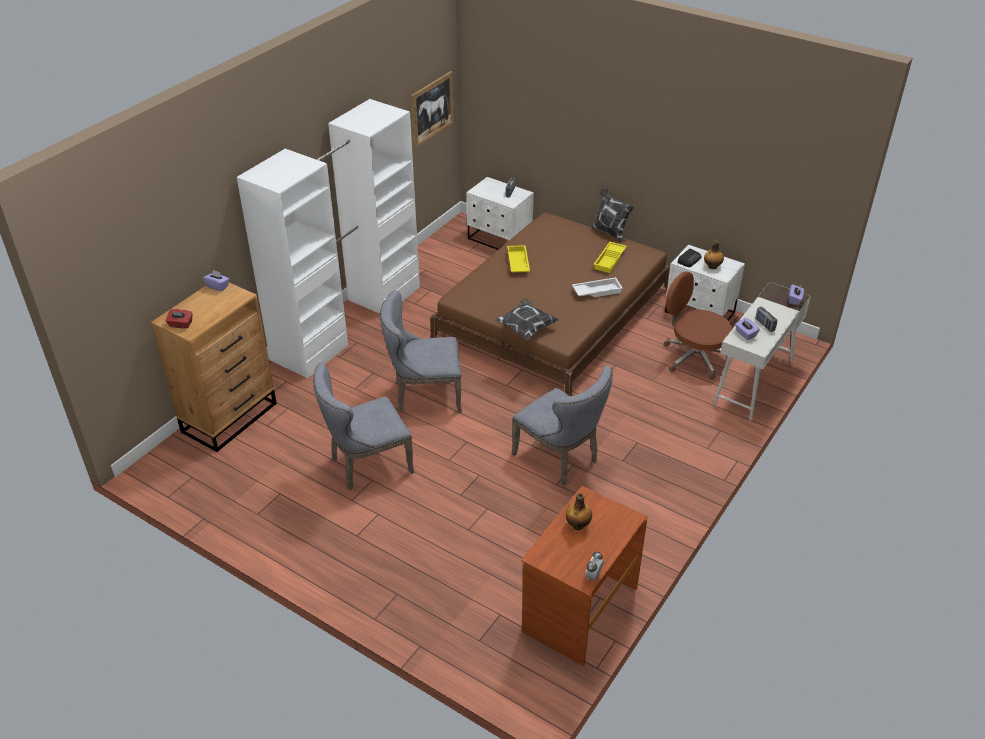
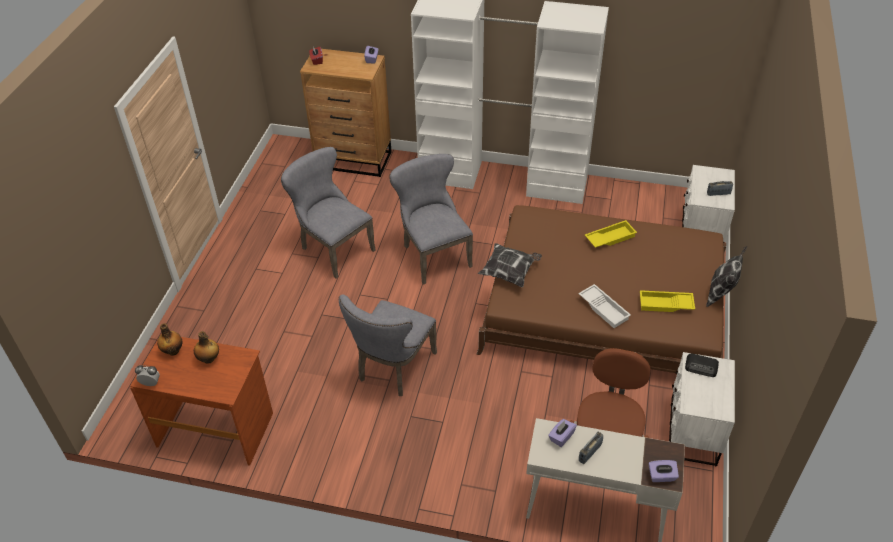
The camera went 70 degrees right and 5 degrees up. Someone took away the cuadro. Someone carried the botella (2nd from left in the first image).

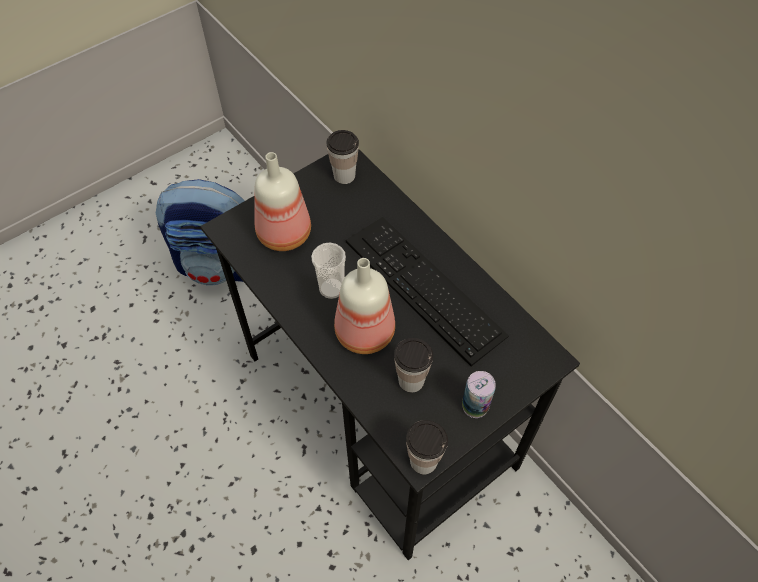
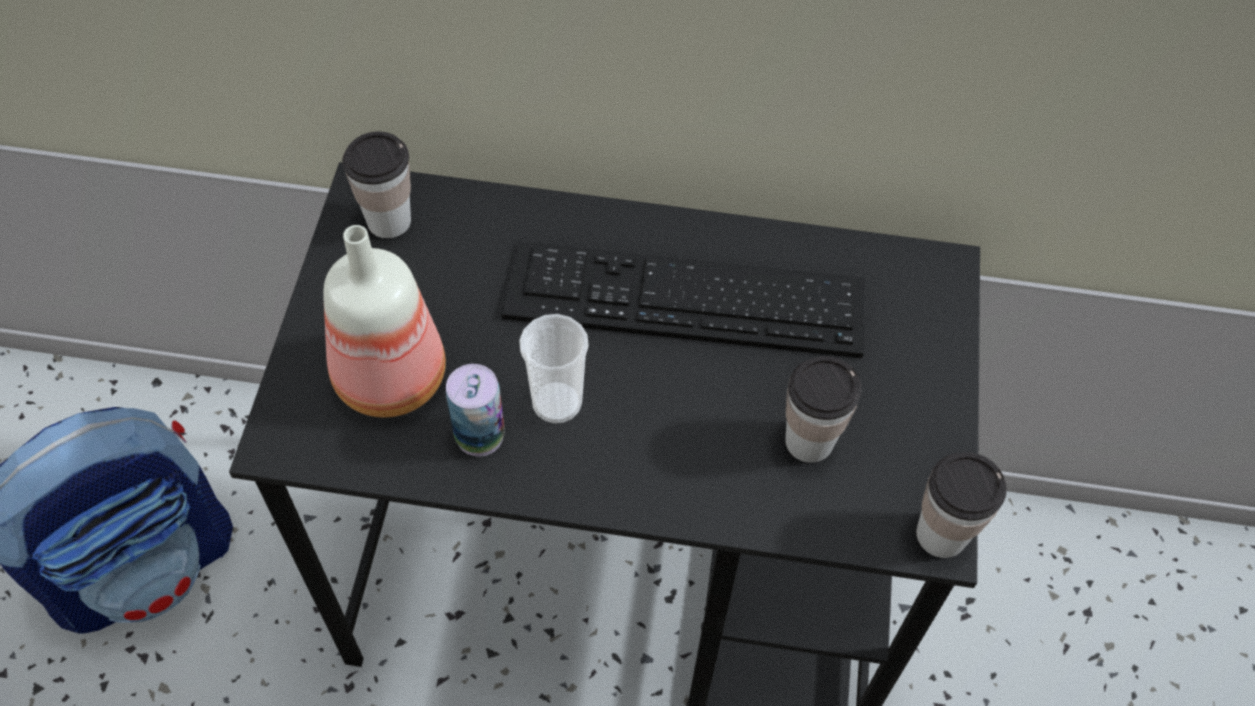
The camera went 45 degrees left and 0 degrees up. Someone took away the botella (2nd from left). Someone carried the lata.

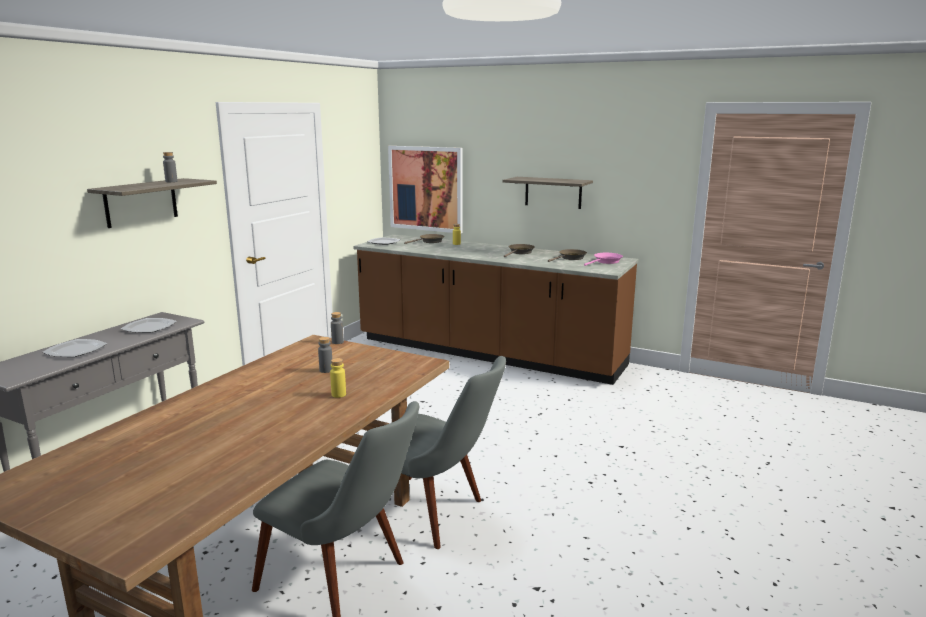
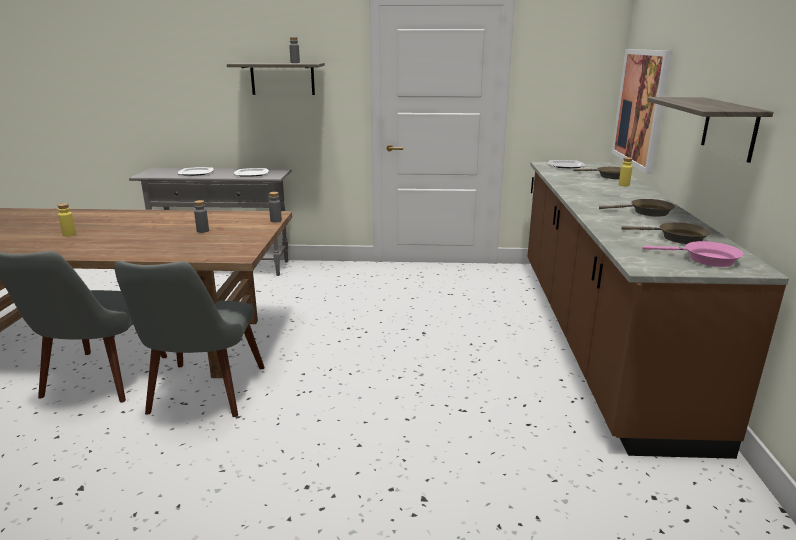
The camera went 65 degrees right and 5 degrees up. Someone carried the botella (amarillo) (1st from left).

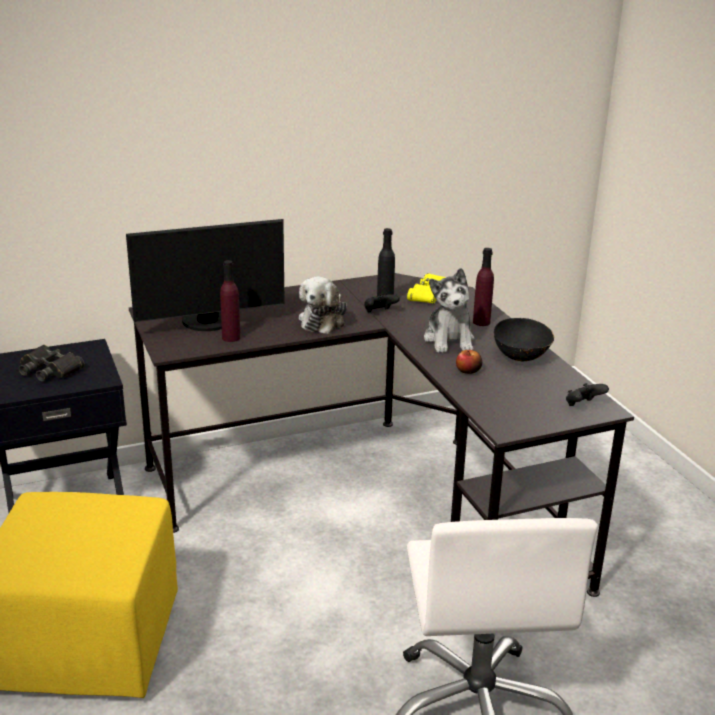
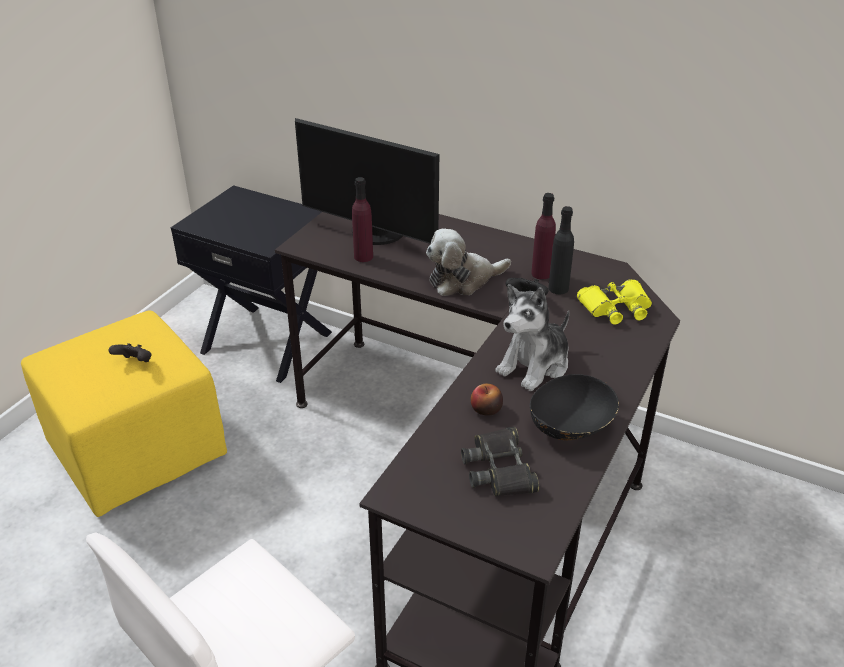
The camera went 50 degrees right and 10 degrees up. Someone carried the prismáticos (negro). Someone carried the botella (morado) (2nd from left). Someone carried the mando de consola (negro) (2nd from left in the first image).

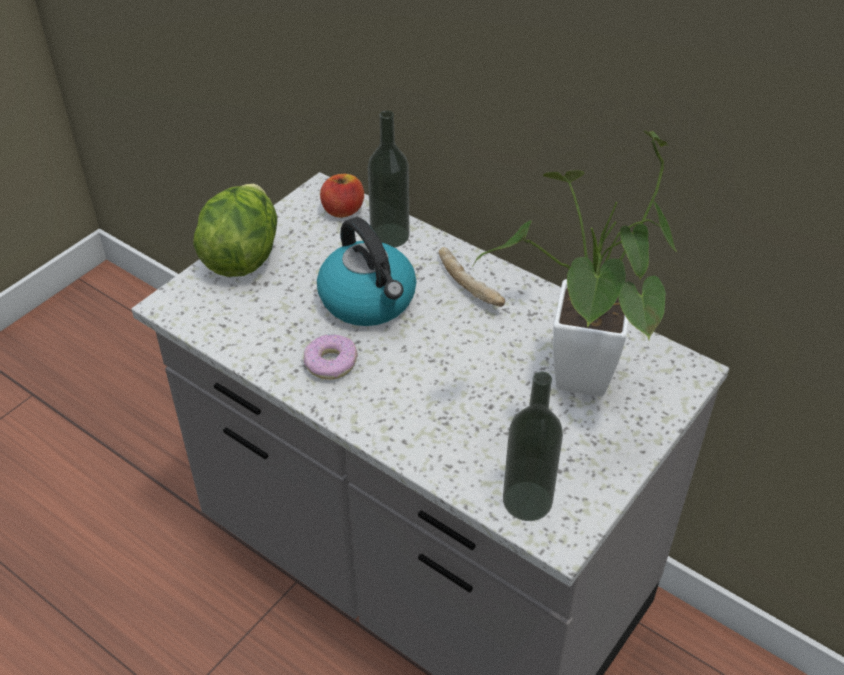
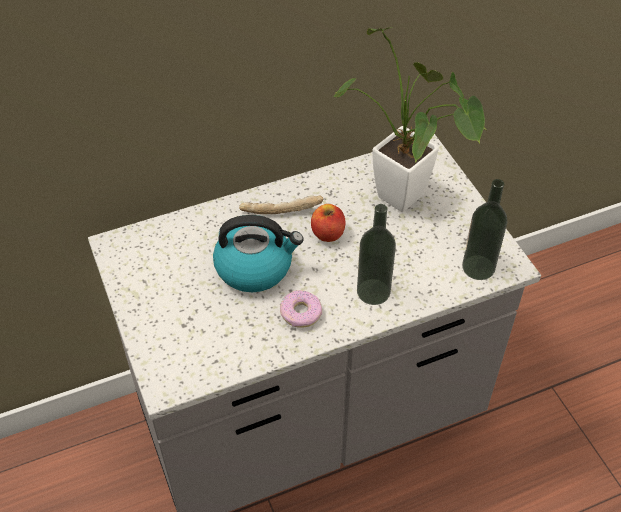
The camera went 60 degrees left and 5 degrees up. Someone took away the lechuga. Someone carried the manzana. Someone carried the botella (1st from left).

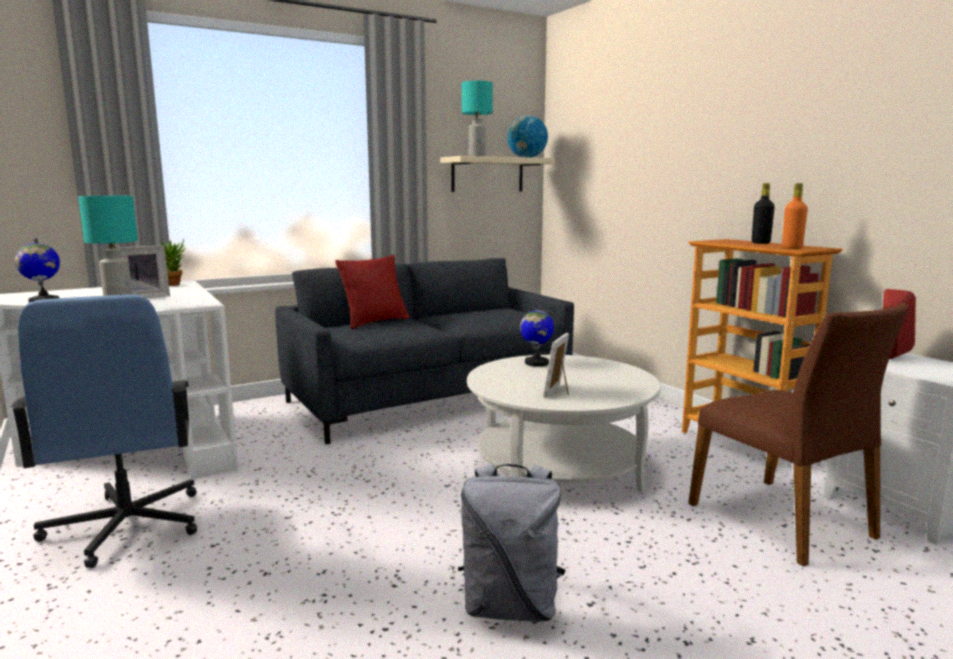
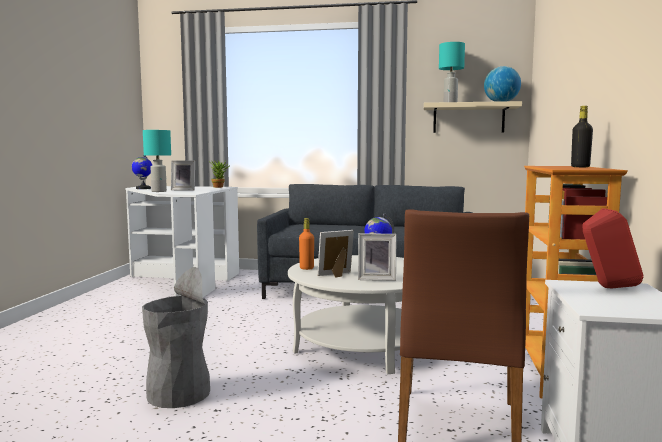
The camera went 40 degrees right and 5 degrees down. Someone took away the silla de oficina (azul). Someone took away the cojín (rojo). Someone put down the portarretratos (3rd from left). Someone carried the botella (naranja). Someone swapped the mochila (gris) for the papelera (gris).

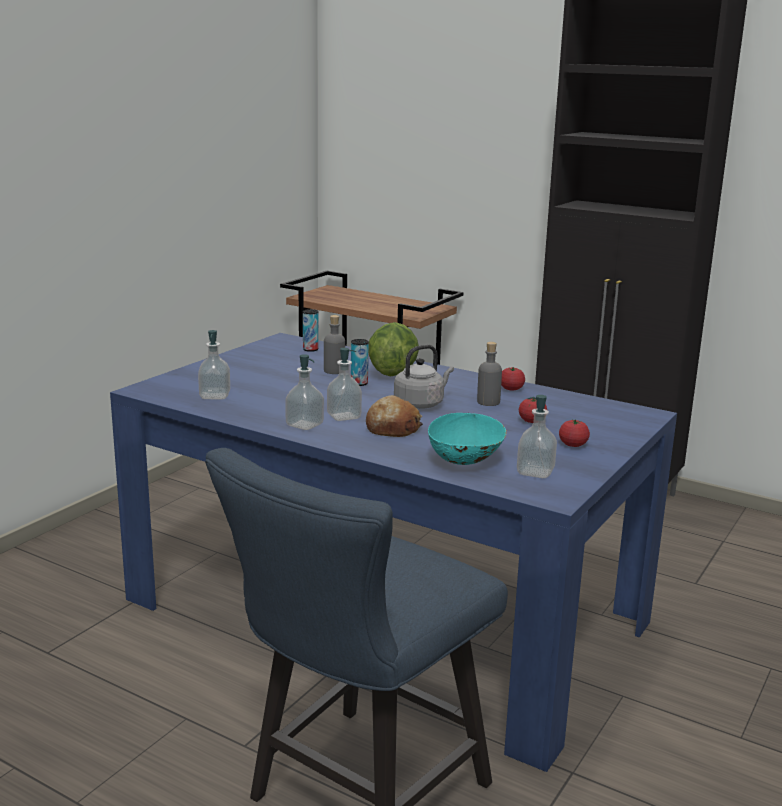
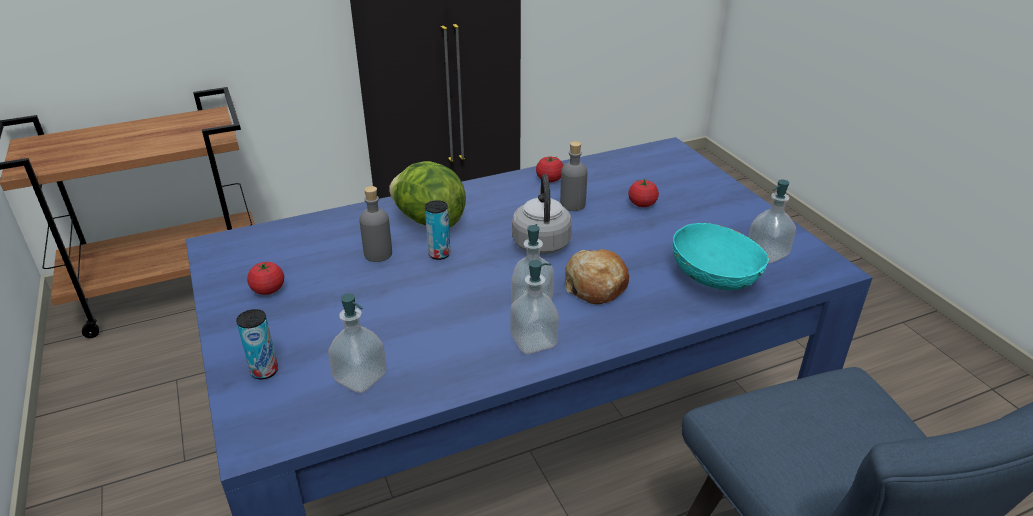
The camera went 55 degrees left and 15 degrees up. Someone carried the lata (1st from left). Someone carried the tomate (3rd from left in the first image).

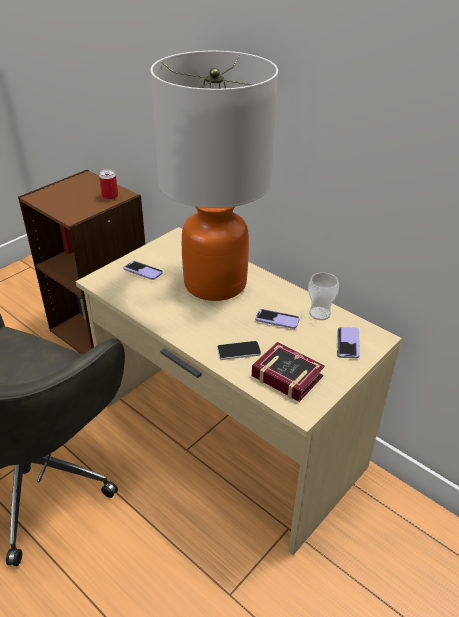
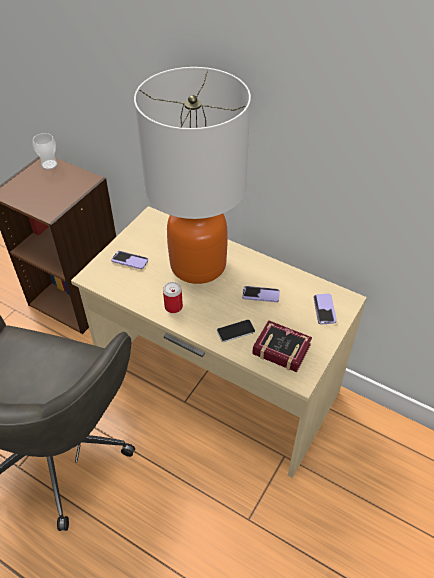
The camera went 10 degrees left and 10 degrees up. Someone carried the lata. Someone carried the taza.

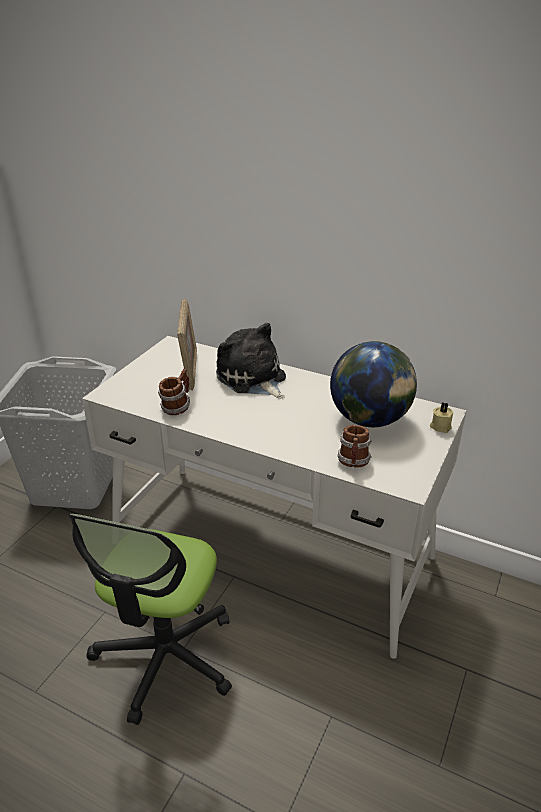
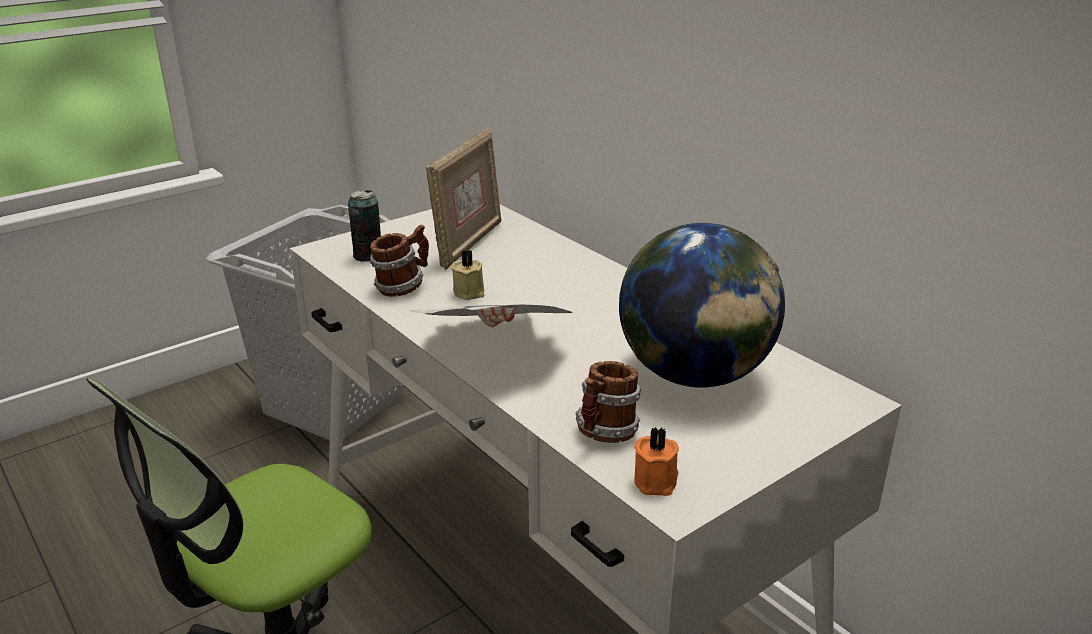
The camera went 25 degrees right and 5 degrees down. Someone took away the peluche. Someone put down the lata. Someone put down the periódico. Someone put down the vela (naranja). Someone carried the vela (beis).

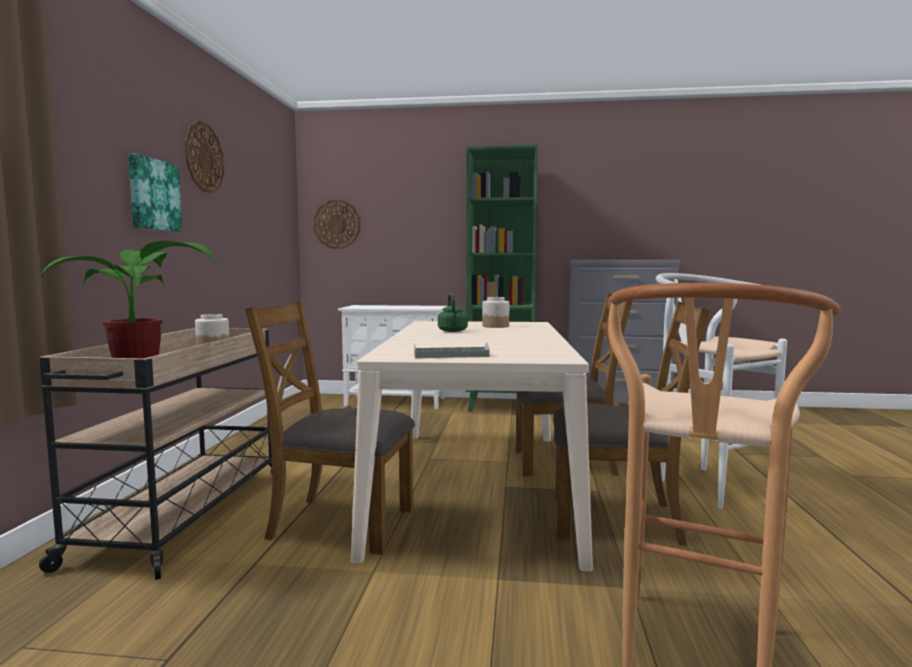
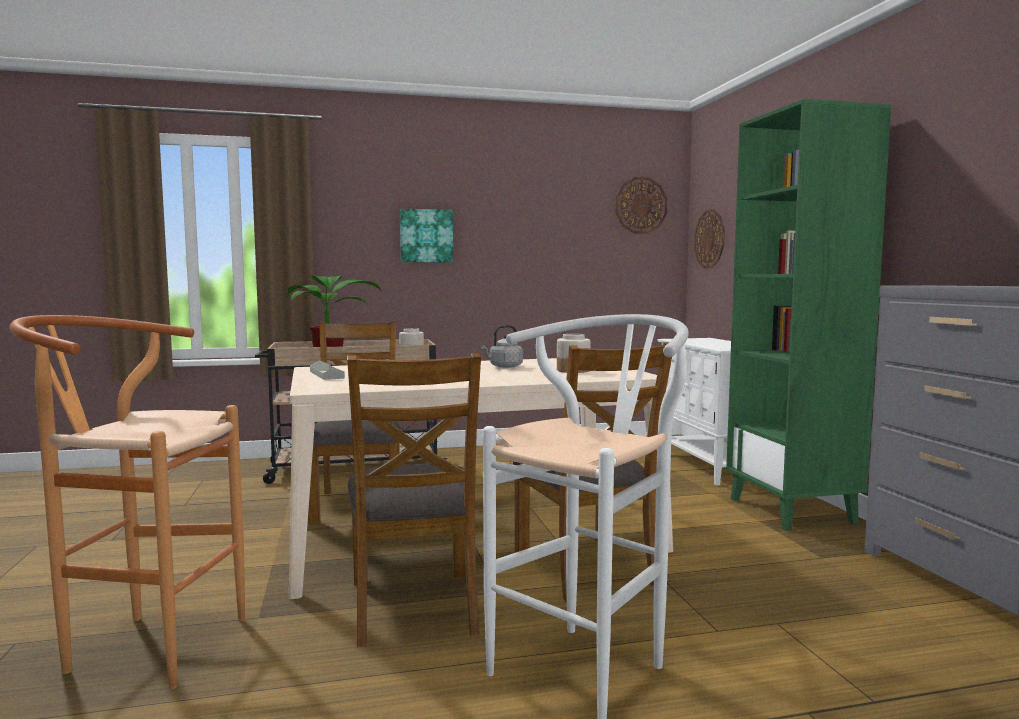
The camera went 70 degrees right and 0 degrees up. Someone carried the reloj de pared (1st from left). Someone repainted the hervidor (verde), which became the hervidor (gris).

